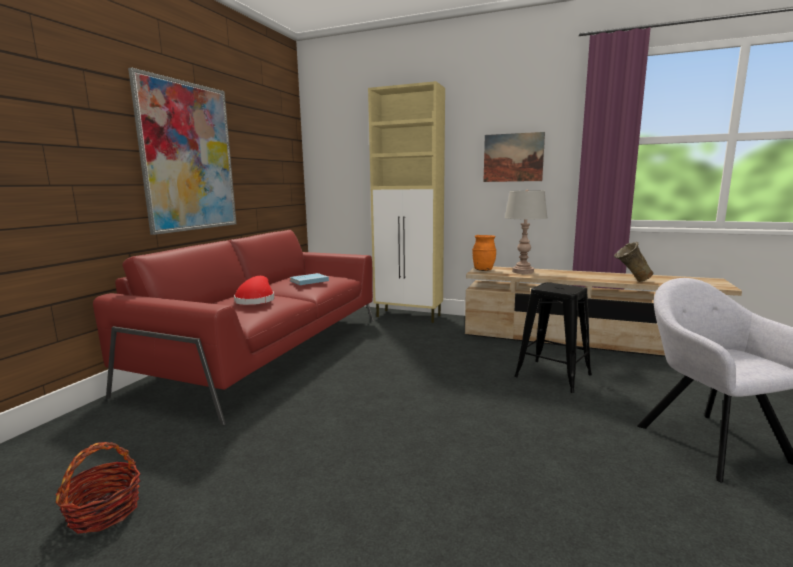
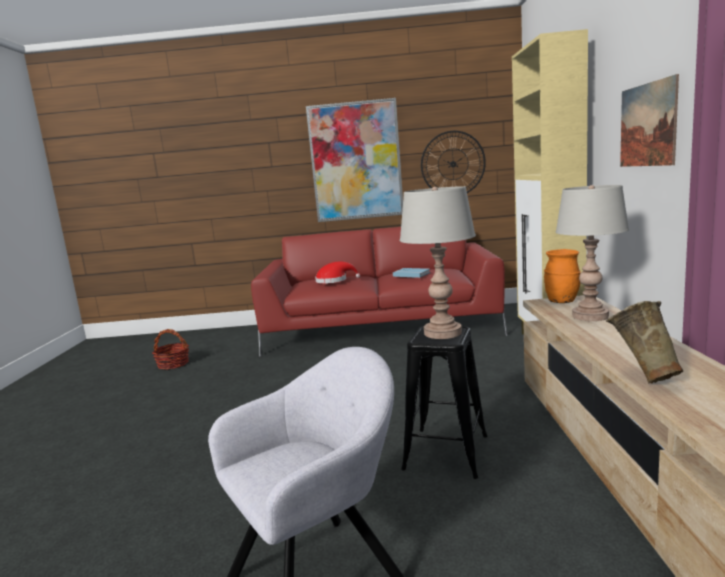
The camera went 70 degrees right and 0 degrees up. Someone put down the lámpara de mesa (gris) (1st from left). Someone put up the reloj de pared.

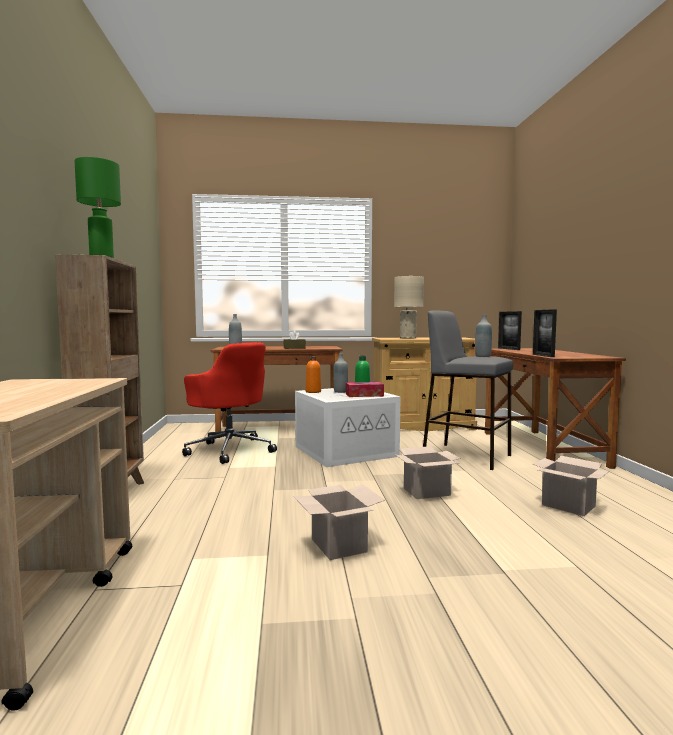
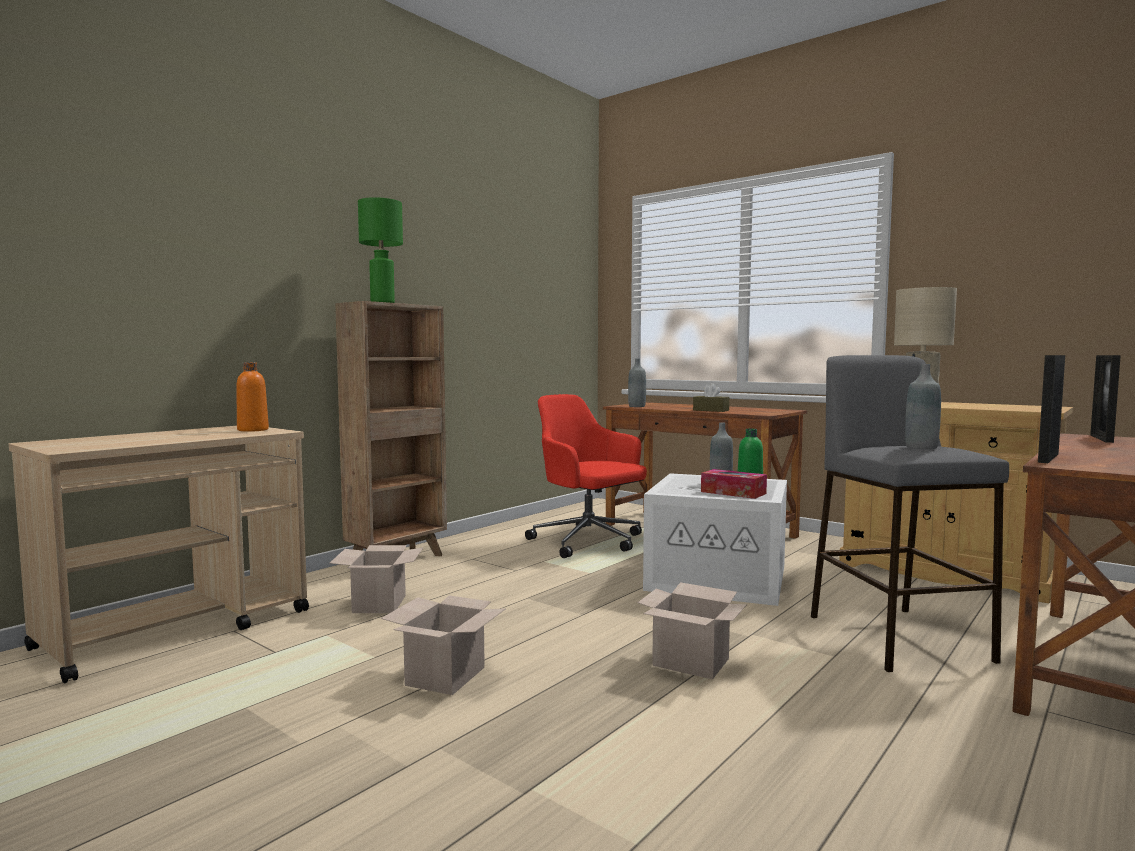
The camera went 45 degrees right and 0 degrees up. Someone carried the botella (naranja). Someone carried the caja de cartón (3rd from left in the first image). Someone rotated the silla de oficina (rojo) by 135 degrees clockwise.

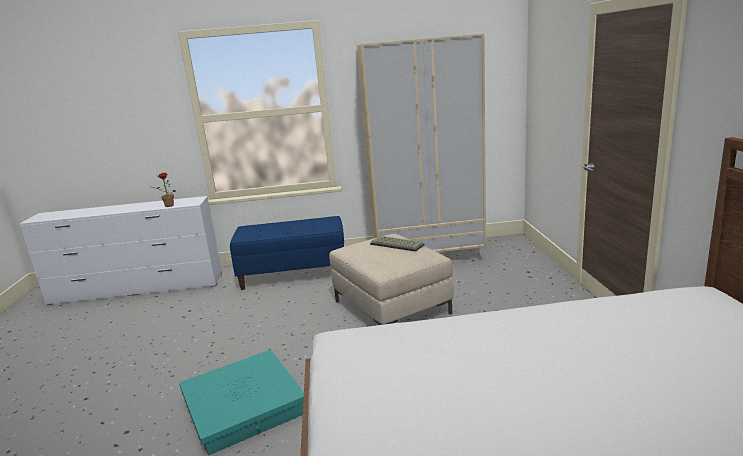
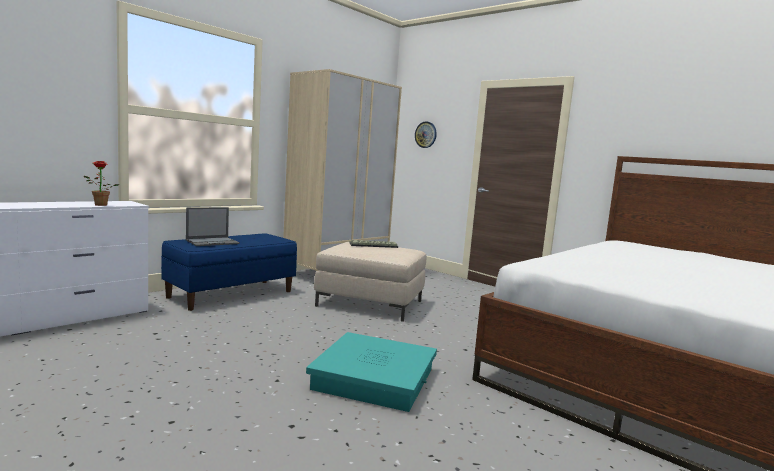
The camera went 45 degrees left and 10 degrees down. Someone put down the portátil. Someone put up the reloj de pared.

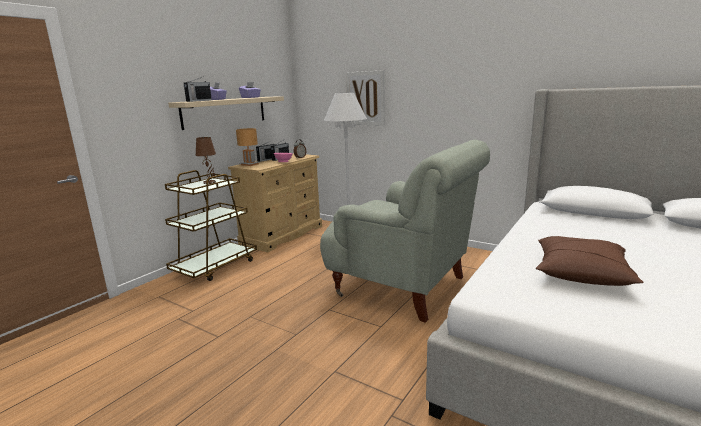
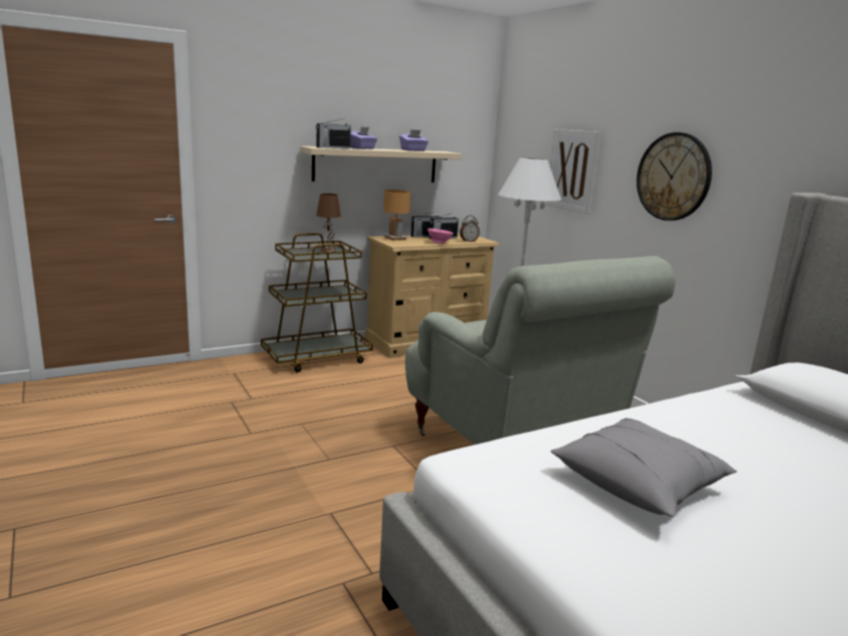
The camera went 25 degrees right and 0 degrees up. Someone put up the reloj de pared. Someone repainted the cojín (marrón), which became the cojín (gris).

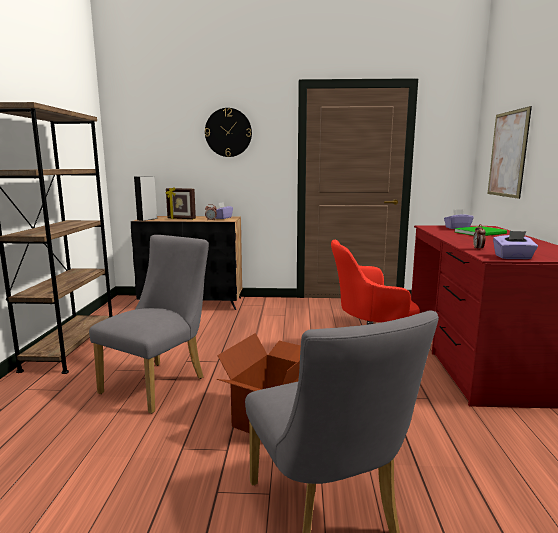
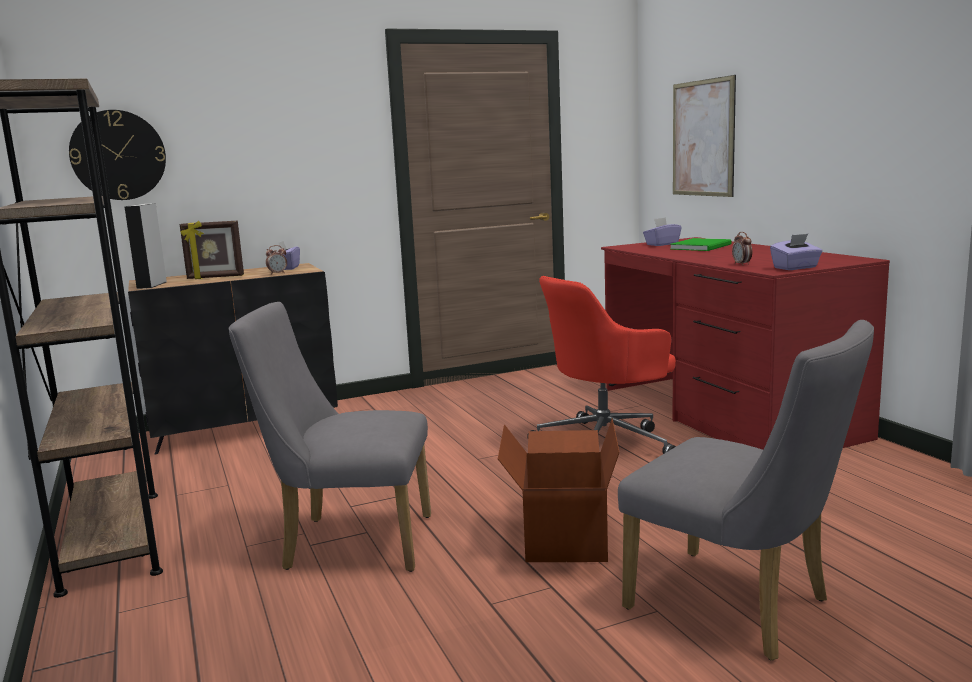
The camera went 25 degrees left and 0 degrees up. Someone carried the reloj de pared. Someone rotated the silla (gris) (1st from left) by 90 degrees counterclockwise.

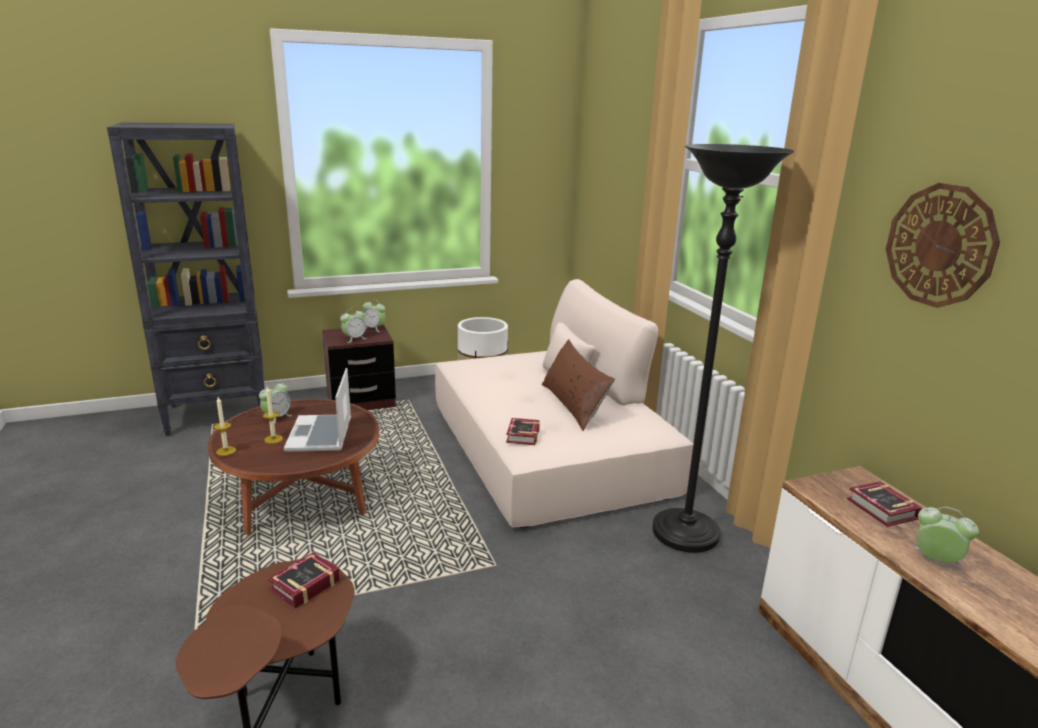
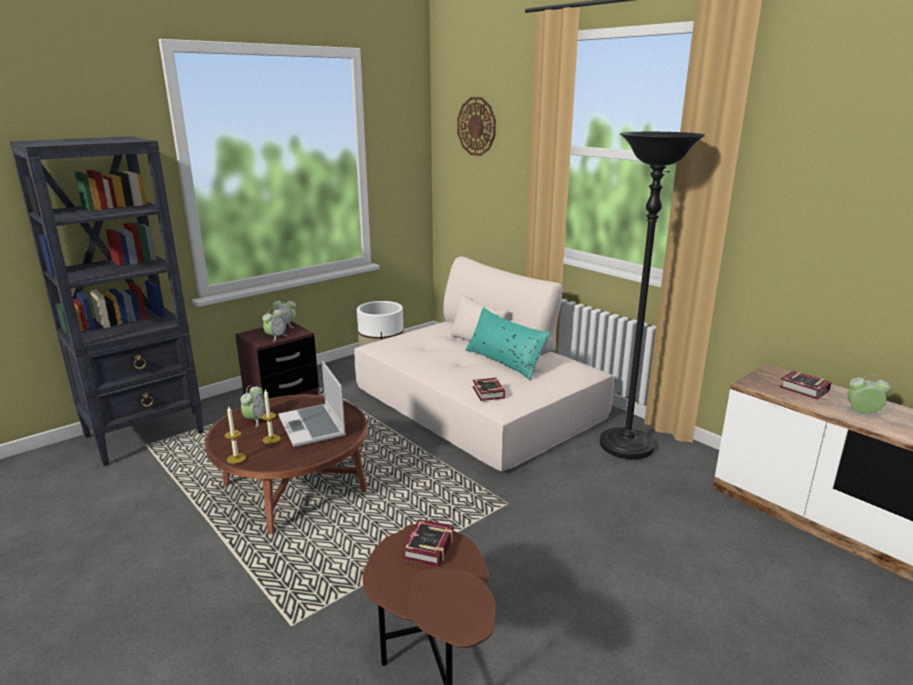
The camera went 20 degrees left and 0 degrees up. Someone carried the reloj de pared. Someone repainted the cojín (marrón), which became the cojín (turquesa).

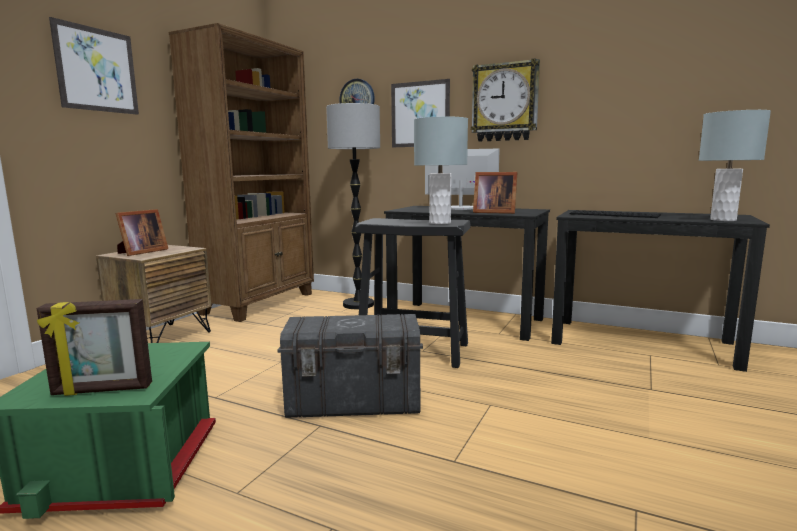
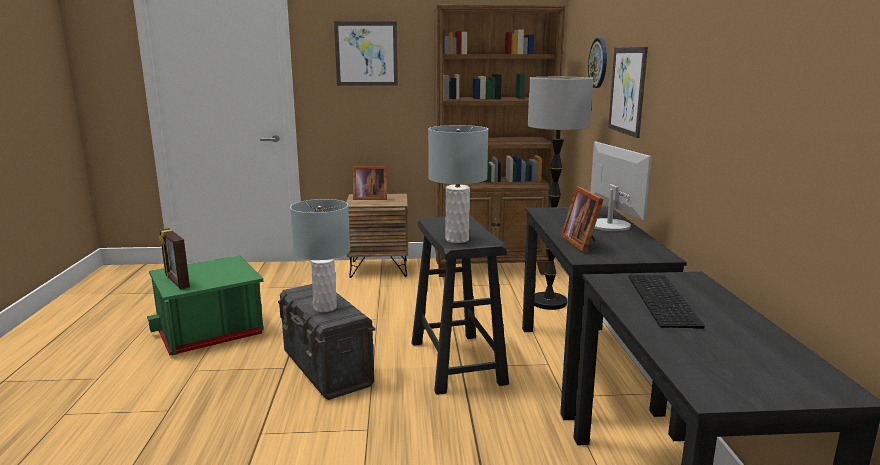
The camera went 60 degrees right and 5 degrees up. Someone took away the reloj de pared (2nd from left). Someone carried the lámpara de mesa (gris) (2nd from left in the first image).

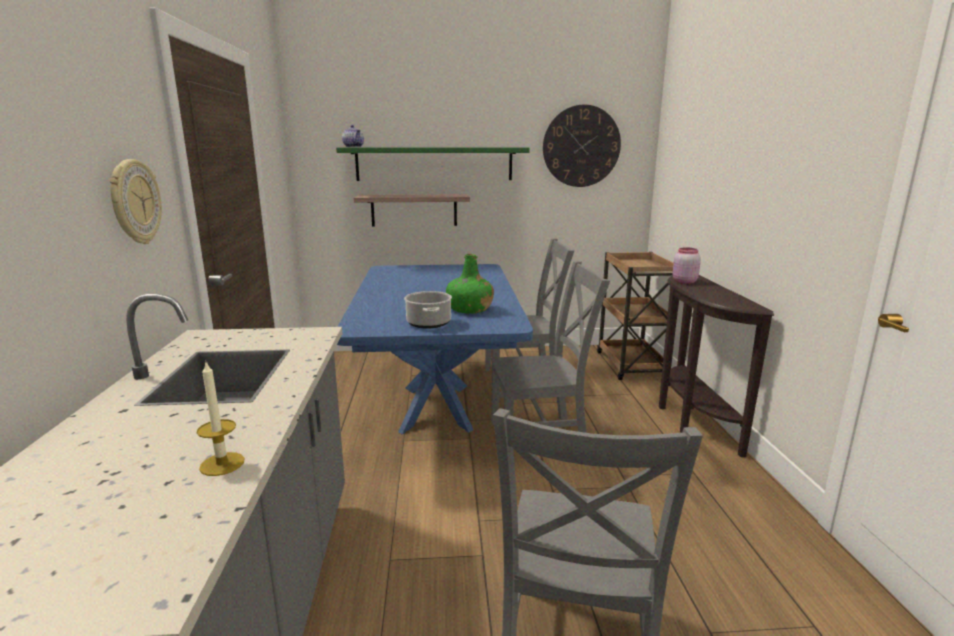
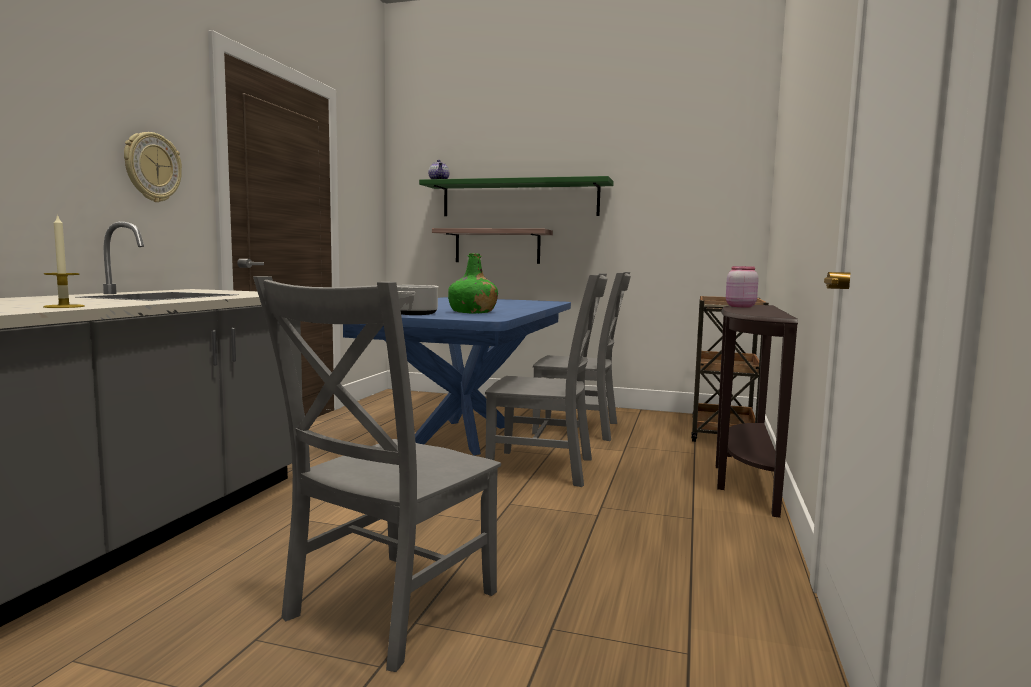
The camera went 20 degrees right and 10 degrees down. Someone took away the reloj de pared (2nd from left).

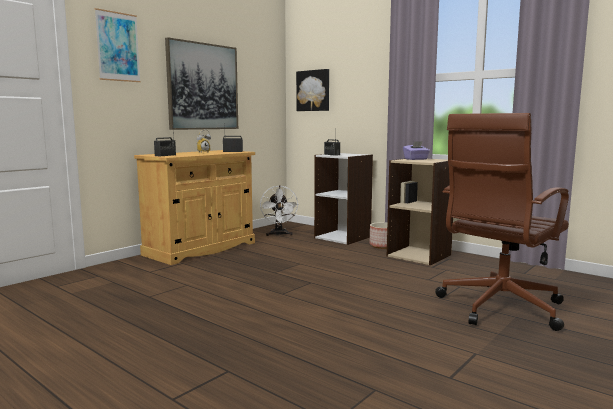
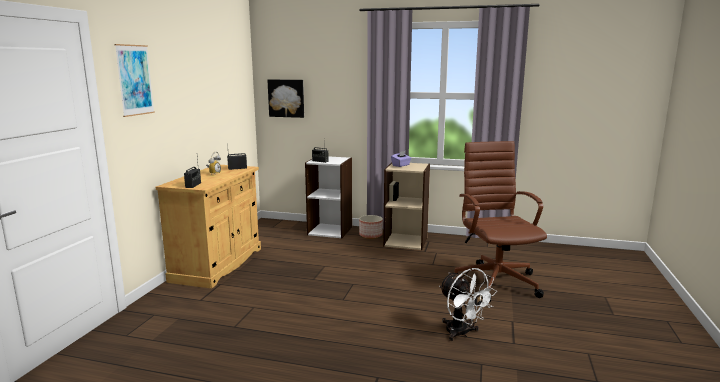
The camera went 25 degrees left and 5 degrees up. Someone took away the cuadro (2nd from left). Someone carried the ventilador (blanco). Someone rotated the silla de oficina (marrón) by 150 degrees clockwise.

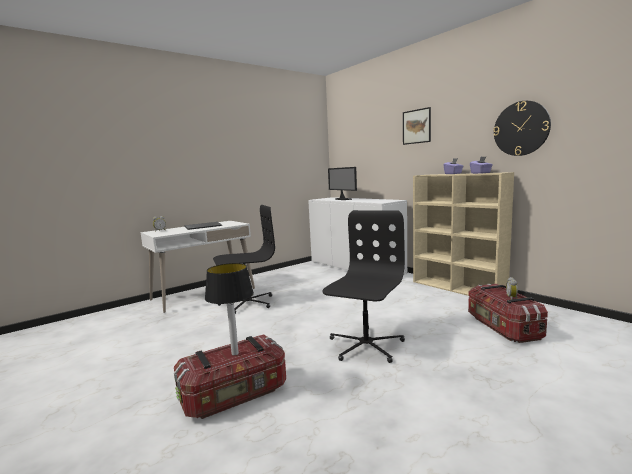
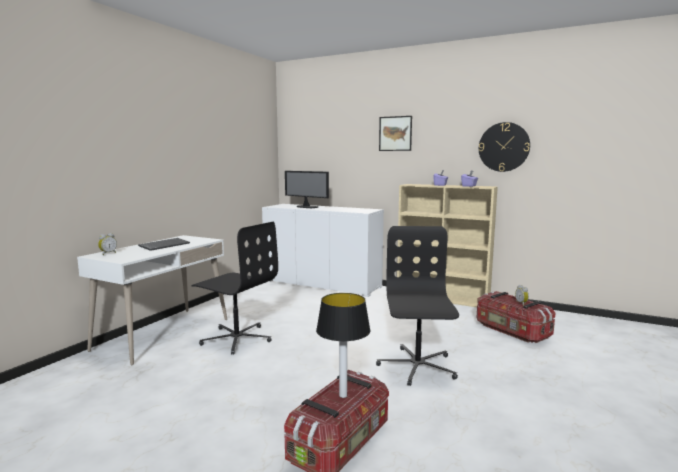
The camera went 25 degrees left and 0 degrees up. Someone rotated the silla de oficina (negro) (1st from left) by 75 degrees clockwise.

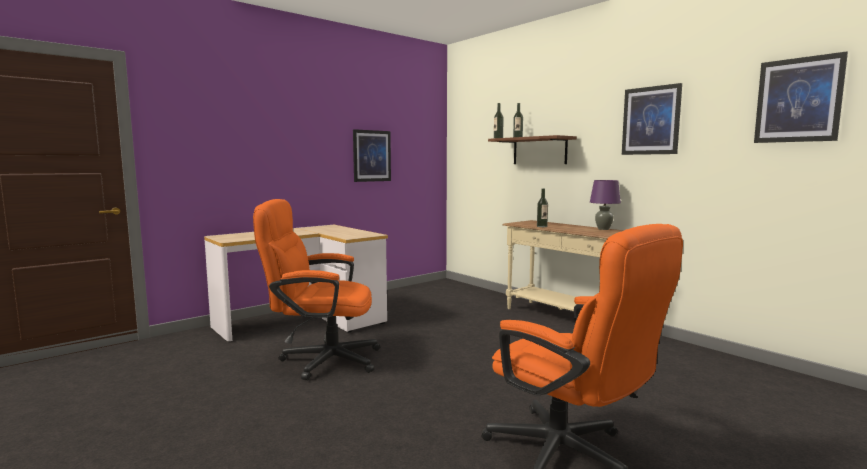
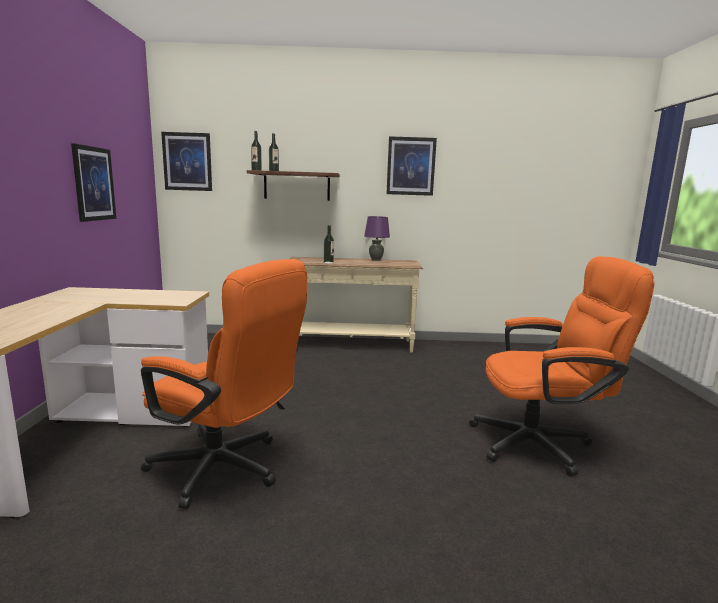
The camera went 50 degrees left and 5 degrees up. Someone carried the cuadro (3rd from left in the first image). Someone rotated the silla de oficina (naranja) (1st from left) by 105 degrees counterclockwise.

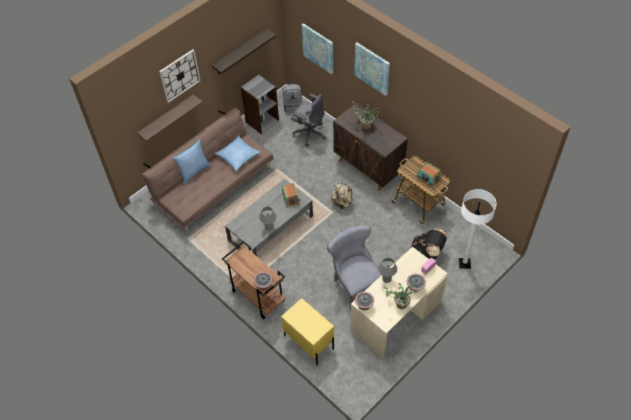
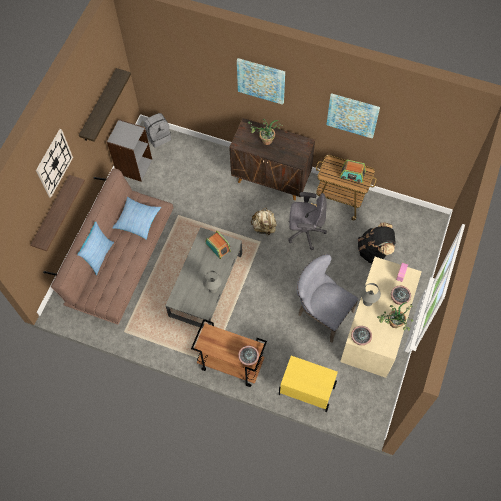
The camera went 25 degrees left and 10 degrees up. Someone took away the lámpara de pie (blanco). Someone carried the silla de oficina (gris). Someone carried the cuadro (1st from left in the first image).

